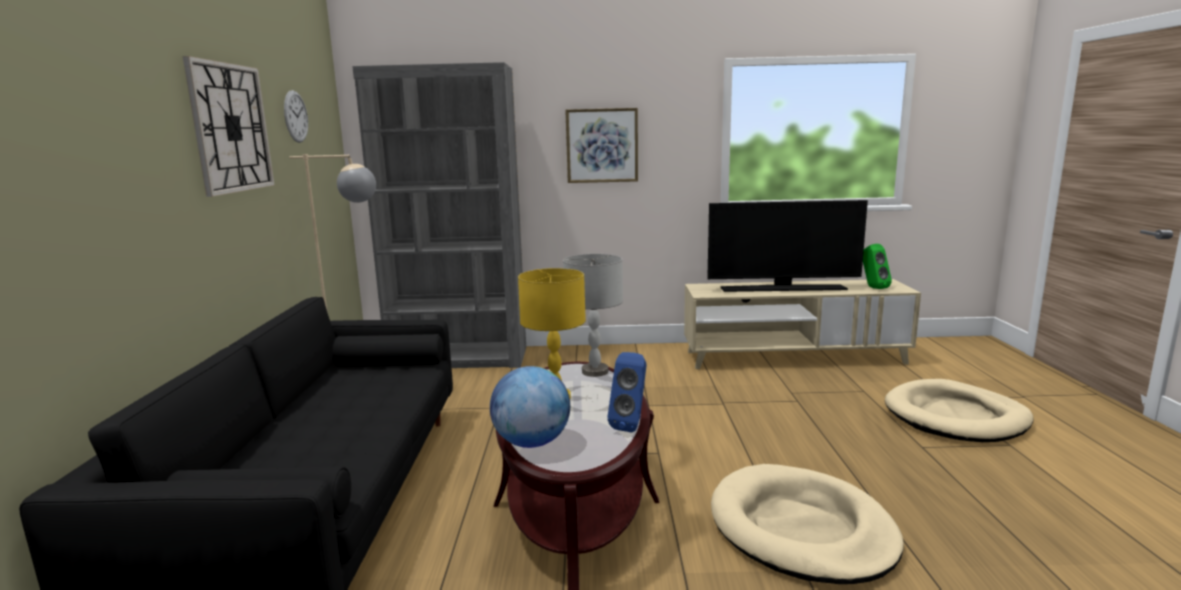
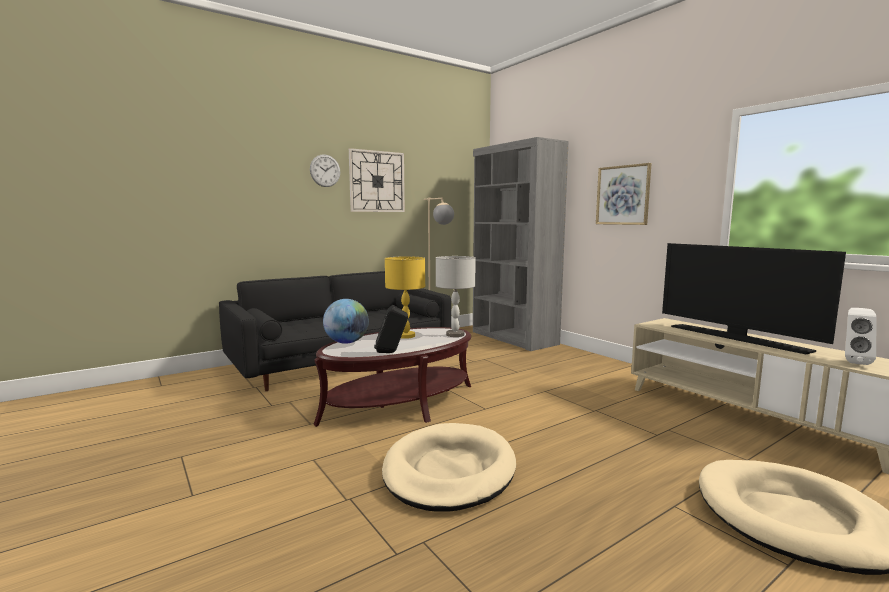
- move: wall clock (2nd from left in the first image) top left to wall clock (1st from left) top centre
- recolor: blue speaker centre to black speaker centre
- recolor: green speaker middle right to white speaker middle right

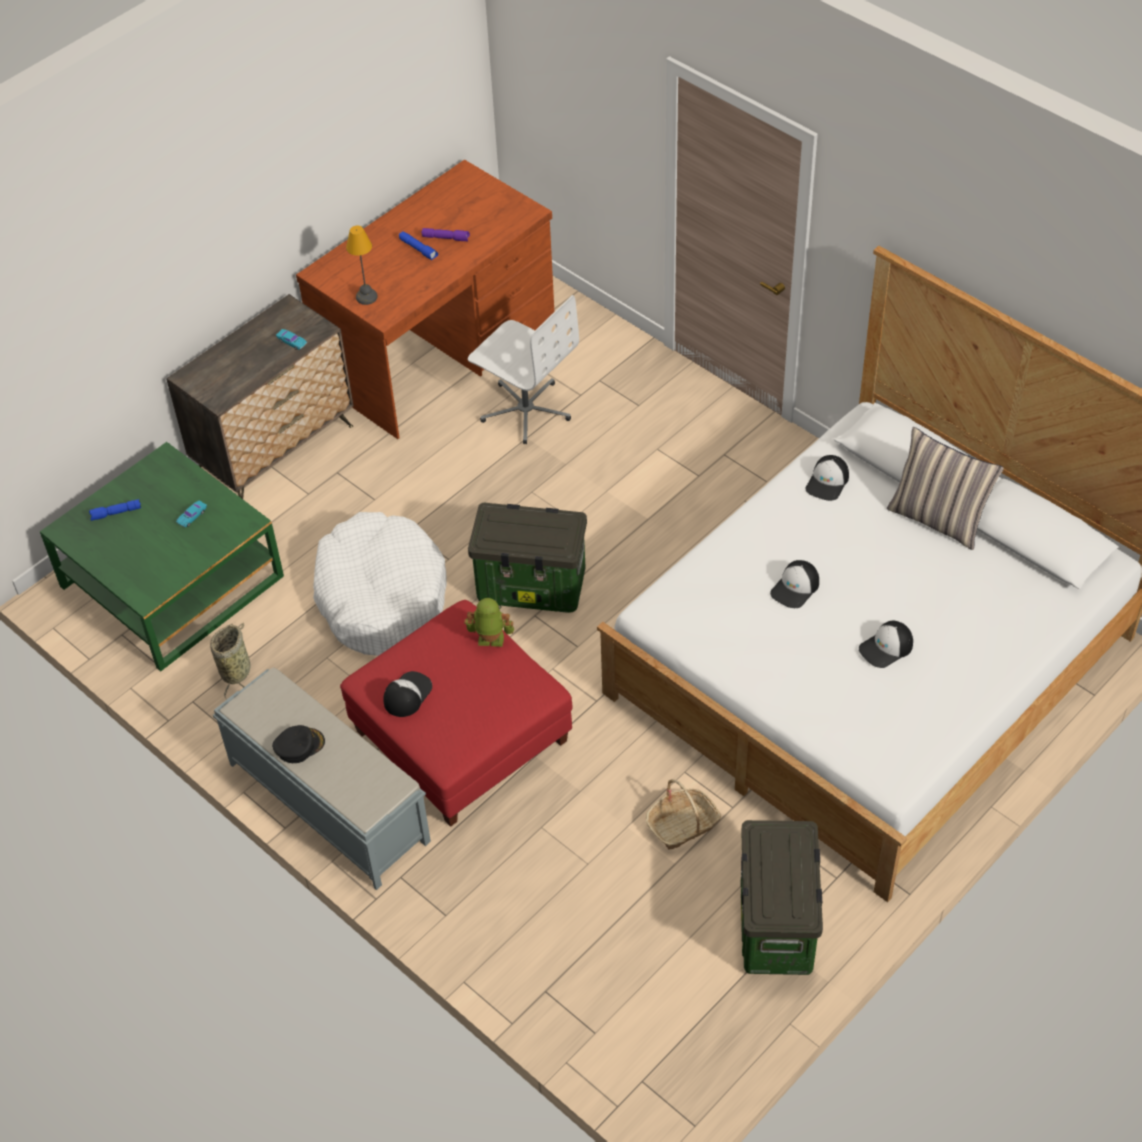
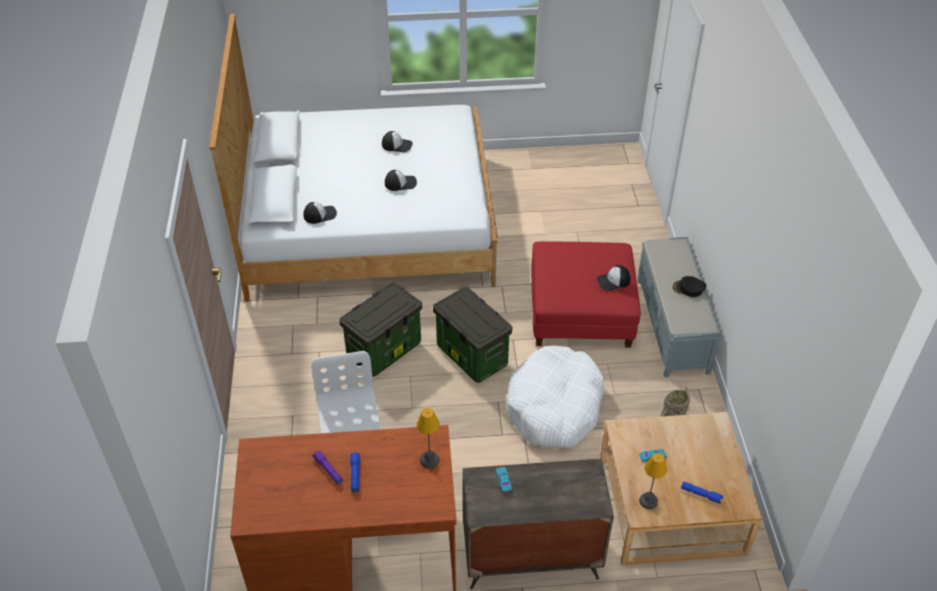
- move: storage box (2nd from left in the first image) bottom right to storage box (1st from left) centre
- recolor: green coffee table middle left to beige coffee table bottom right
- insert: table lamp (2nd from left) bottom right
- delete: toy robot centre
- delete: basket (2nd from left) bottom centre
- delete: pillow middle right

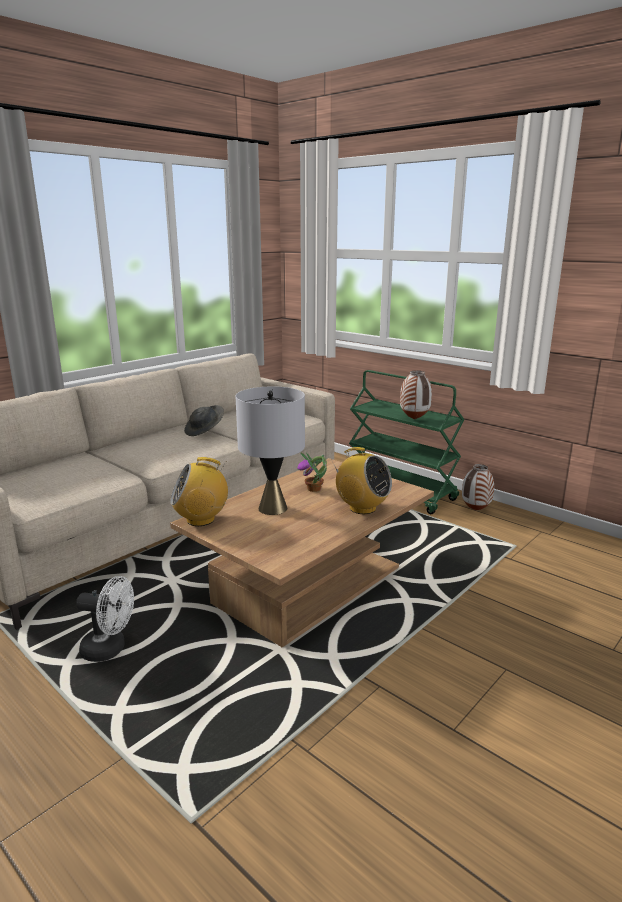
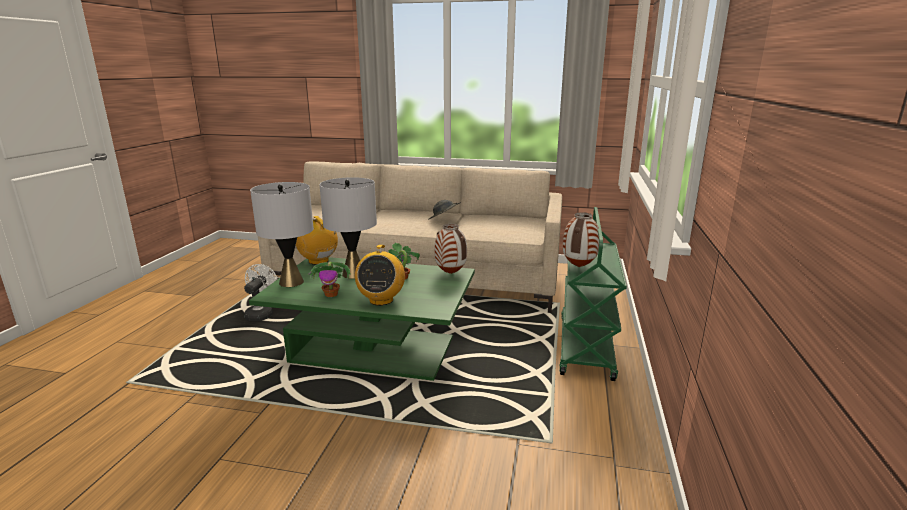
- rotate: white fan bottom left = middle left 150 degrees counterclockwise
- recolor: brown coffee table centre to green coffee table centre
- insert: grey table lamp (1st from left) middle left
- insert: potted plant (1st from left) centre
- move: vase (2nd from left in the first image) middle right to vase (1st from left) centre

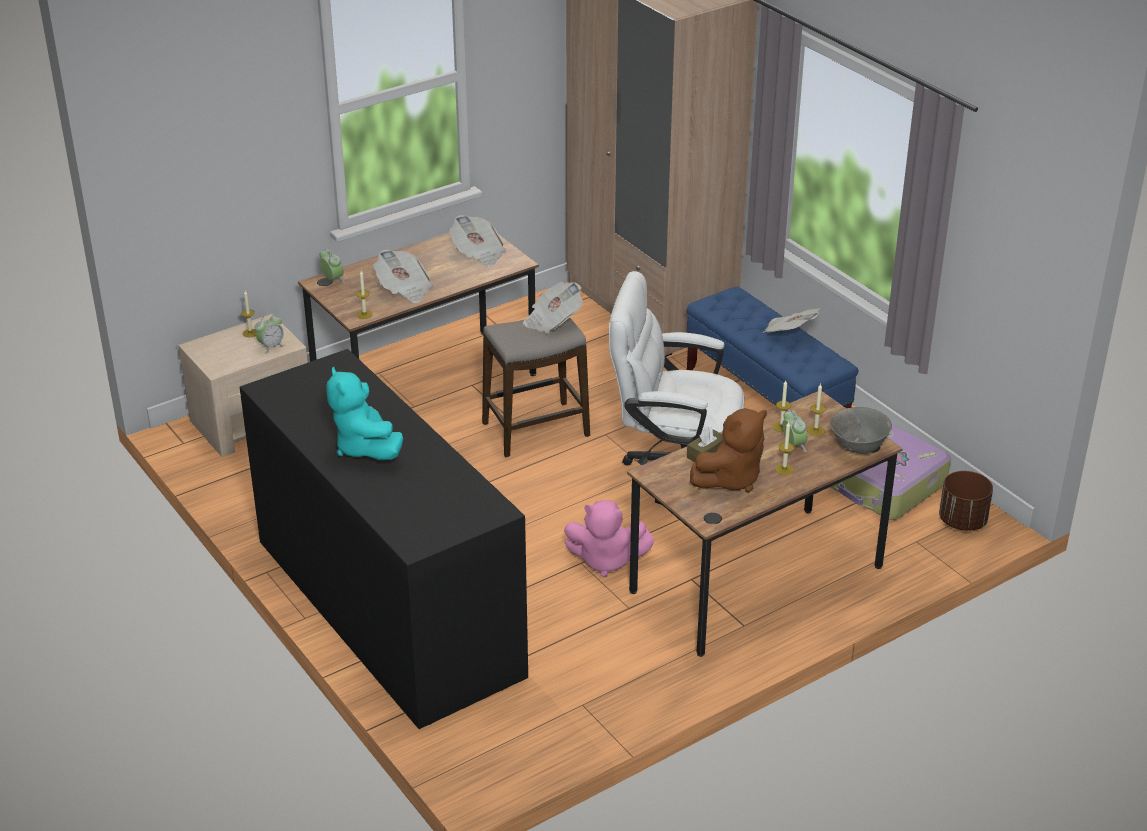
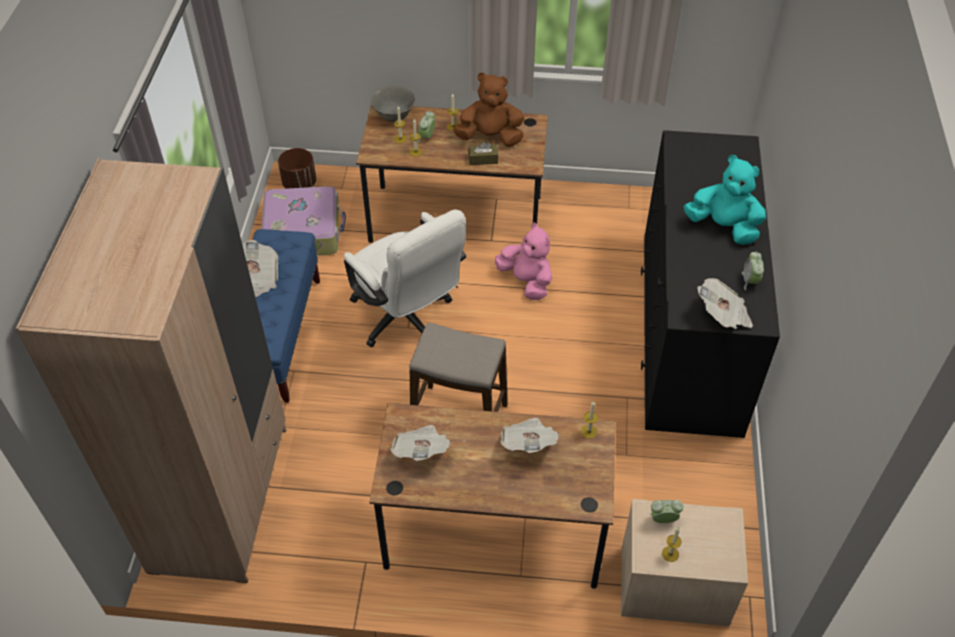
- rotate: turquoise plush toy middle left = top right 75 degrees counterclockwise
- move: newspaper (3rd from left in the first image) centre to newspaper (4th from left) middle right
- move: alarm clock (2nd from left in the first image) top left to alarm clock (3rd from left) middle right

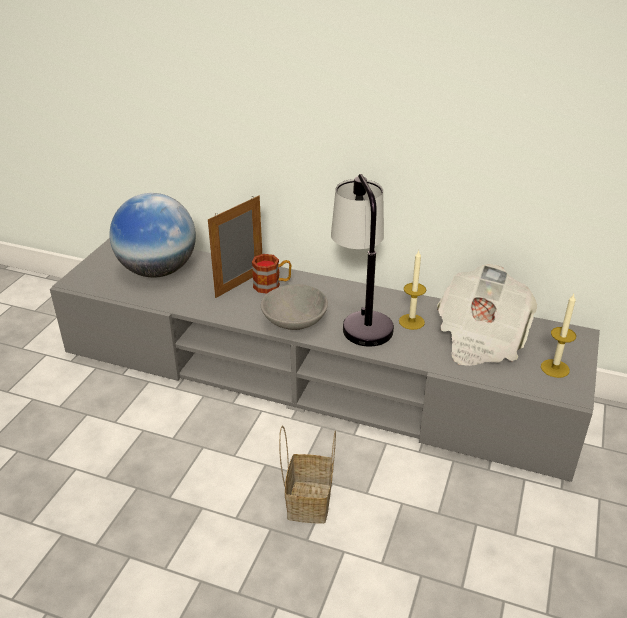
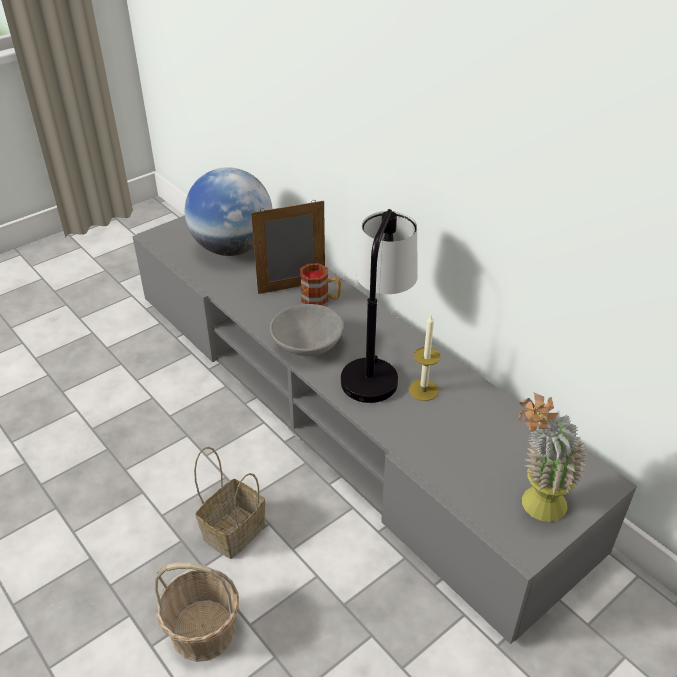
- insert: basket (1st from left) bottom left
- replace: candle (2nd from left) middle right to potted plant bottom right
- delete: newspaper middle right

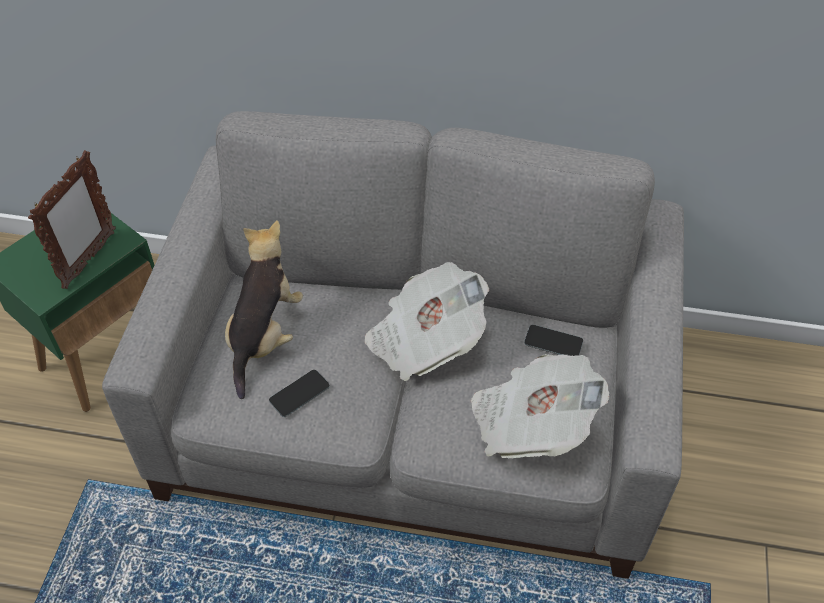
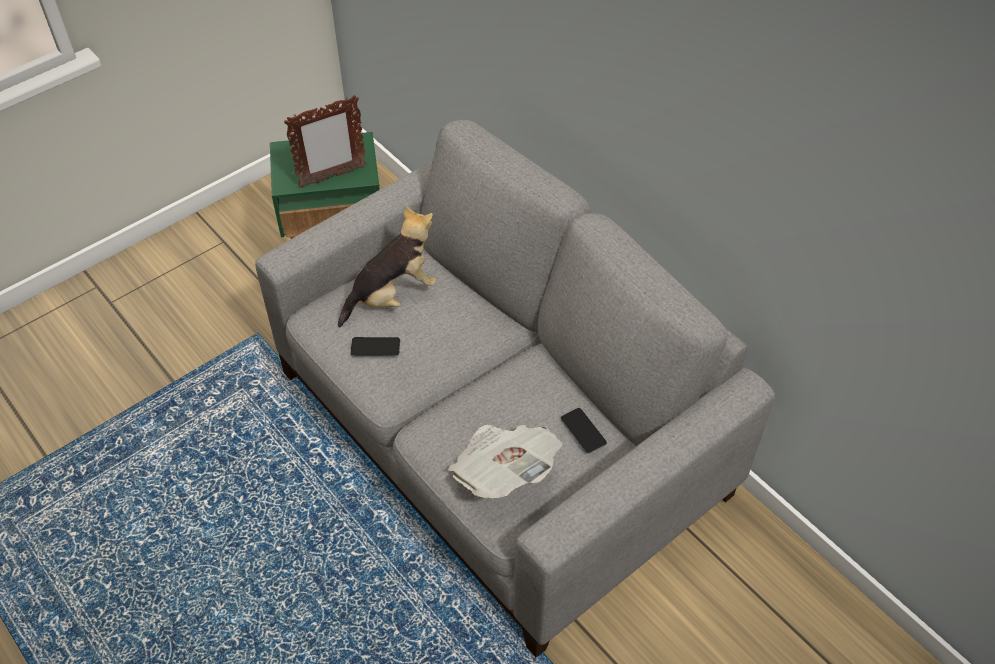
- delete: newspaper (1st from left) centre

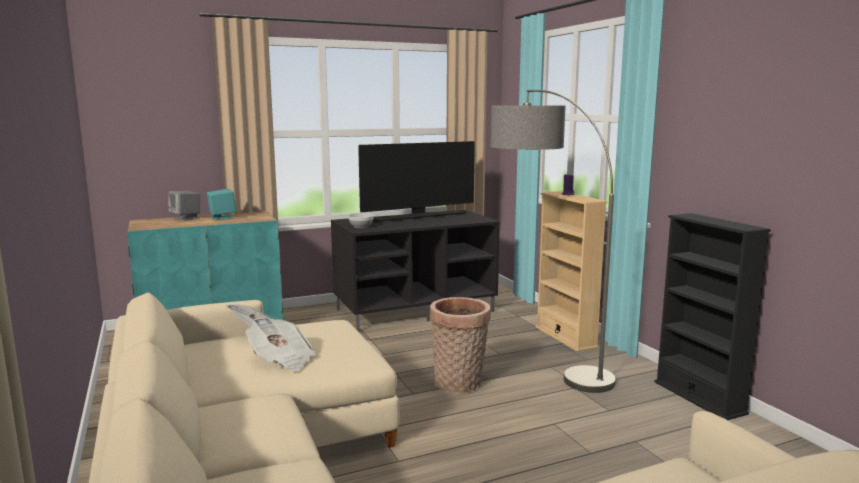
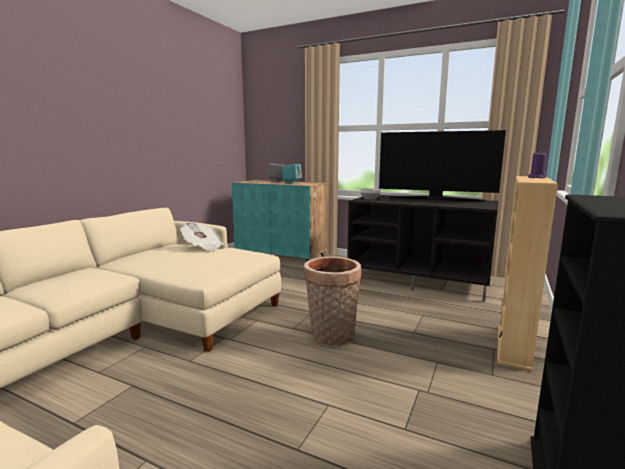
- delete: newspaper (2nd from left) bottom left
- delete: floor lamp centre

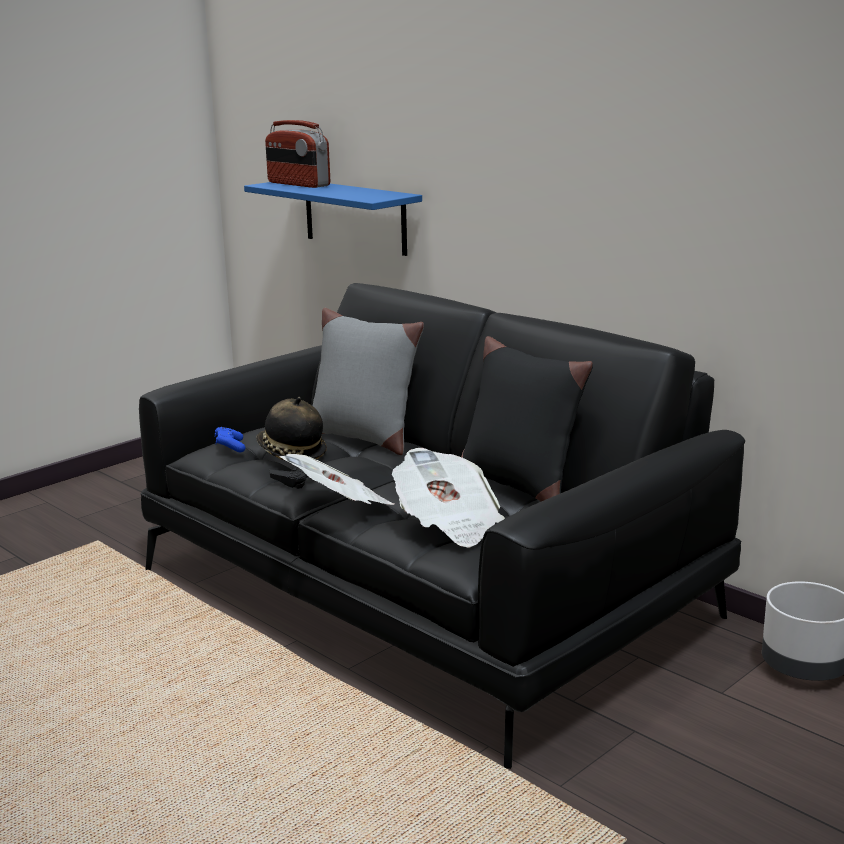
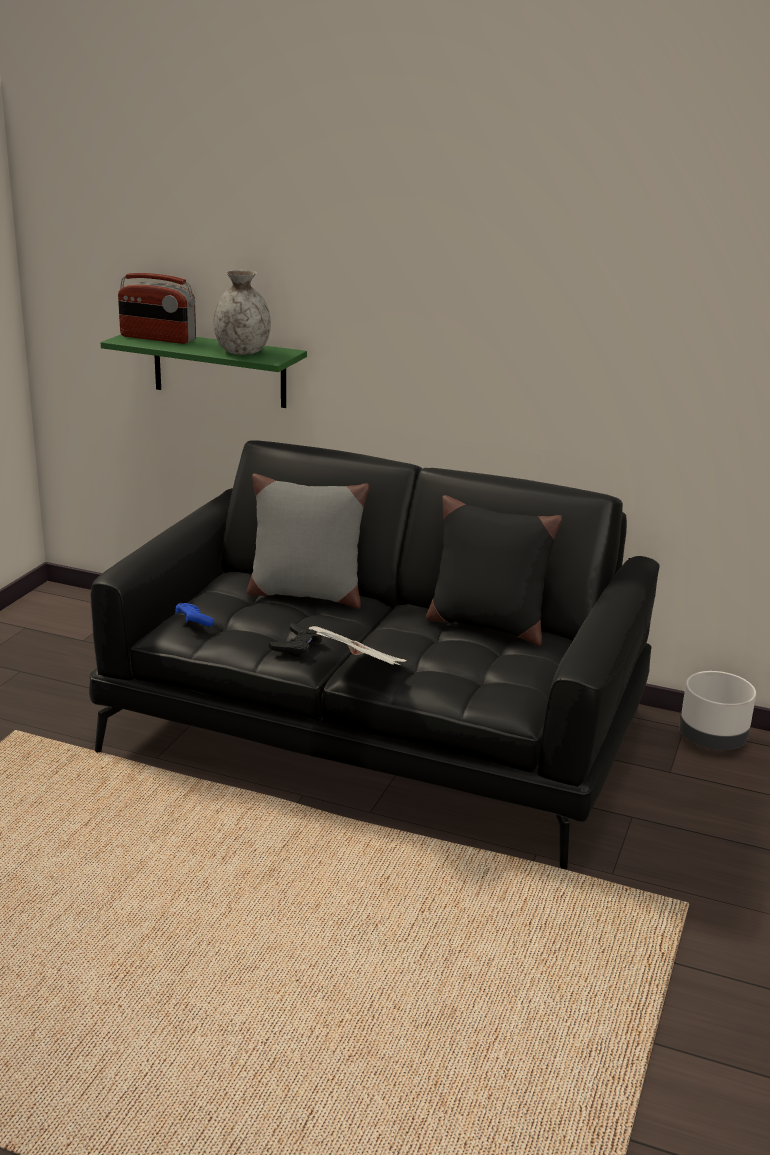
- recolor: blue shelf top centre to green shelf top left
- insert: grey vase top left
- delete: hat centre
- delete: newspaper (2nd from left) centre

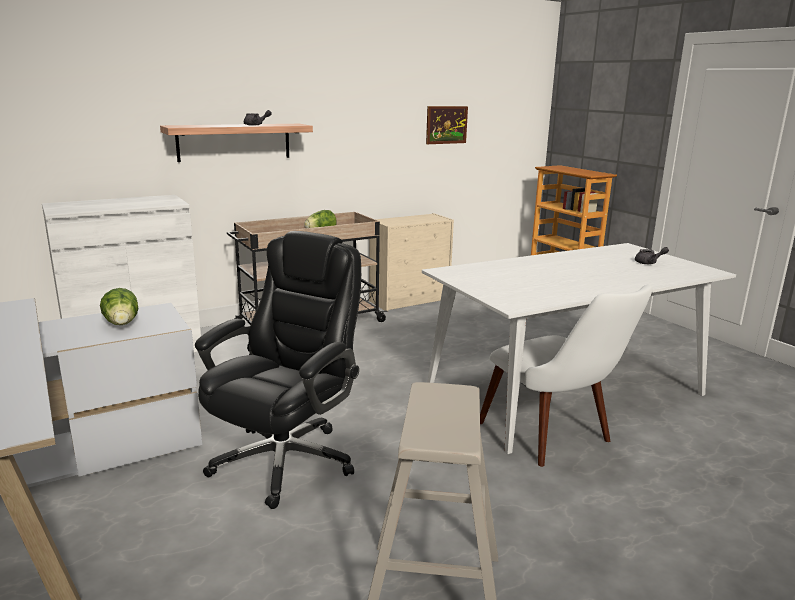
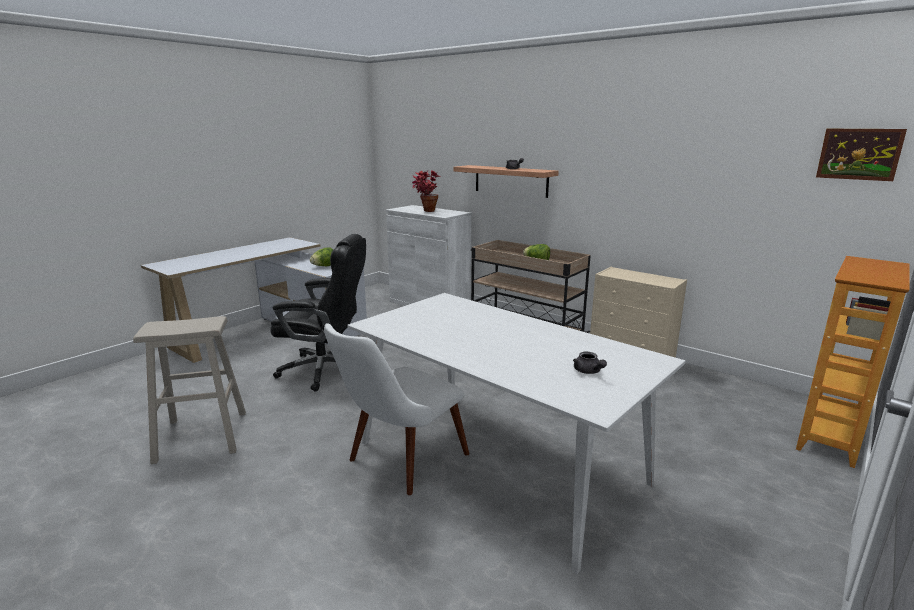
- insert: potted plant top centre
- move: picture top centre to top right

